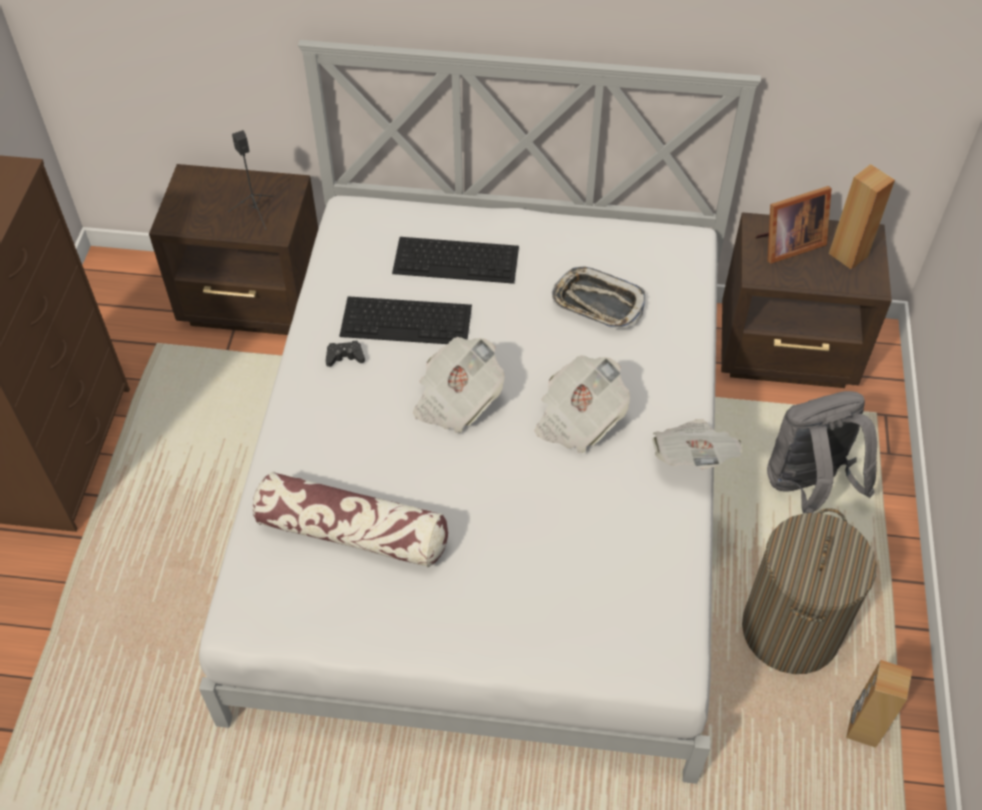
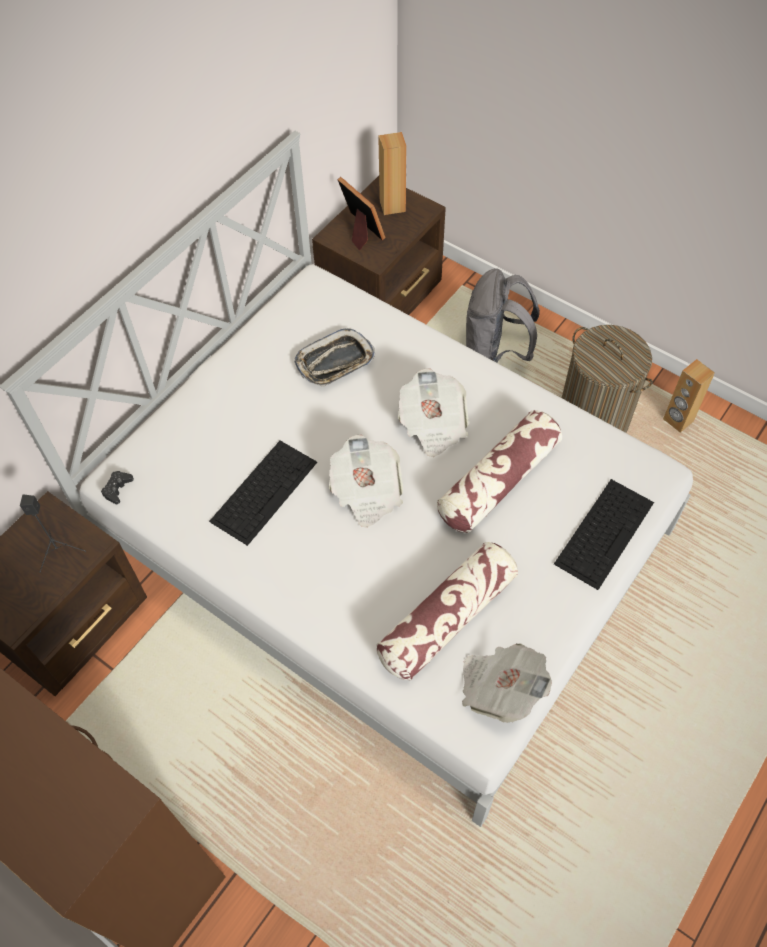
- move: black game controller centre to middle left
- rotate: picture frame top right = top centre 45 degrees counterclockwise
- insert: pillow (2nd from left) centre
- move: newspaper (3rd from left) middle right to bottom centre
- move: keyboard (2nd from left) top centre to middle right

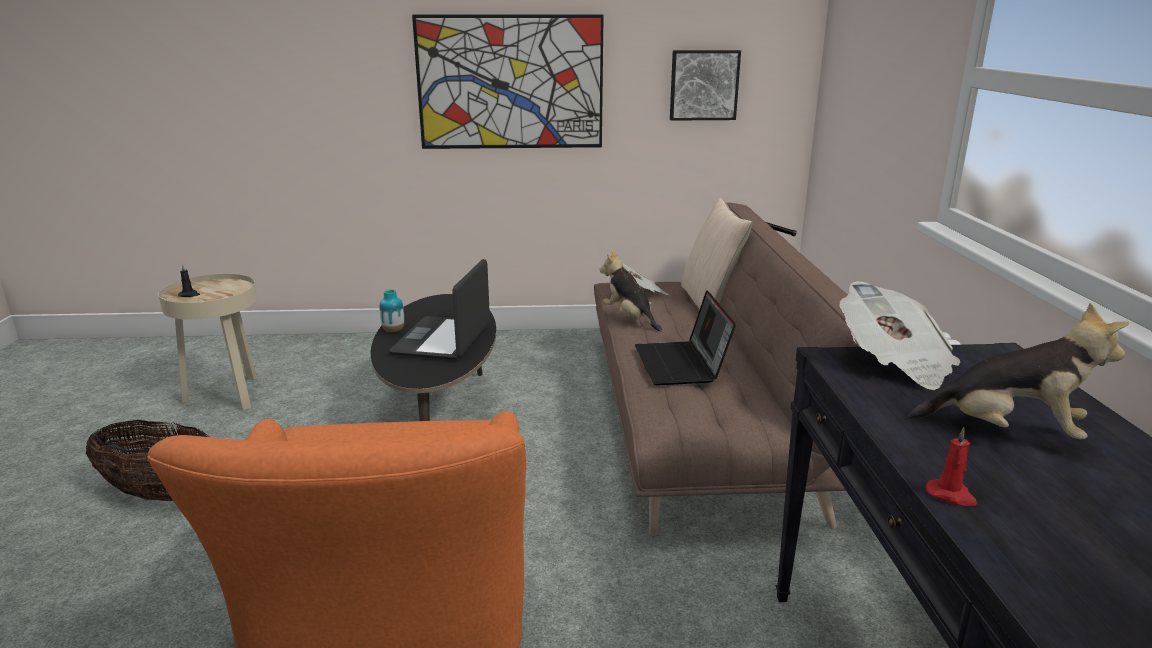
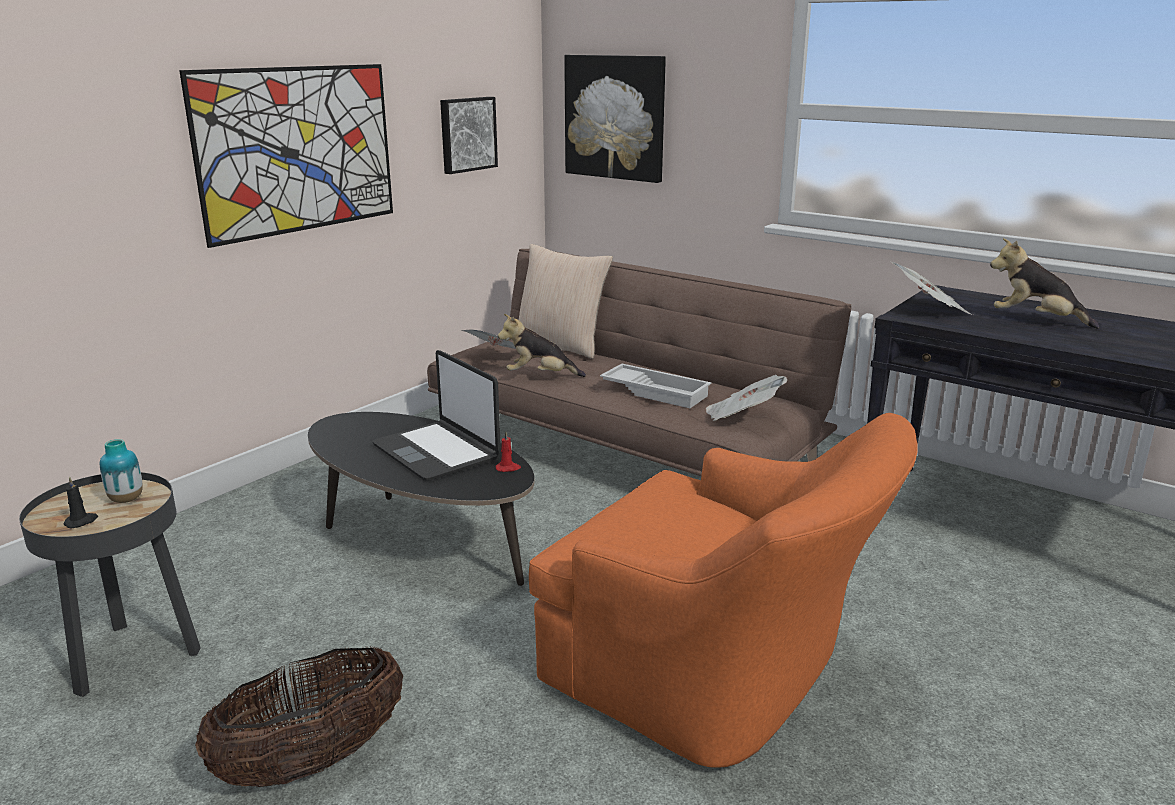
- recolor: beige side table middle left to black side table bottom left
- move: vase centre to middle left
- move: red candle bottom right to centre
- insert: picture (3rd from left) top centre
- replace: laptop (2nd from left) centre to white tray centre
- insert: newspaper (2nd from left) centre
- rotate: plush toy (2nd from left) middle right = middle right 120 degrees counterclockwise

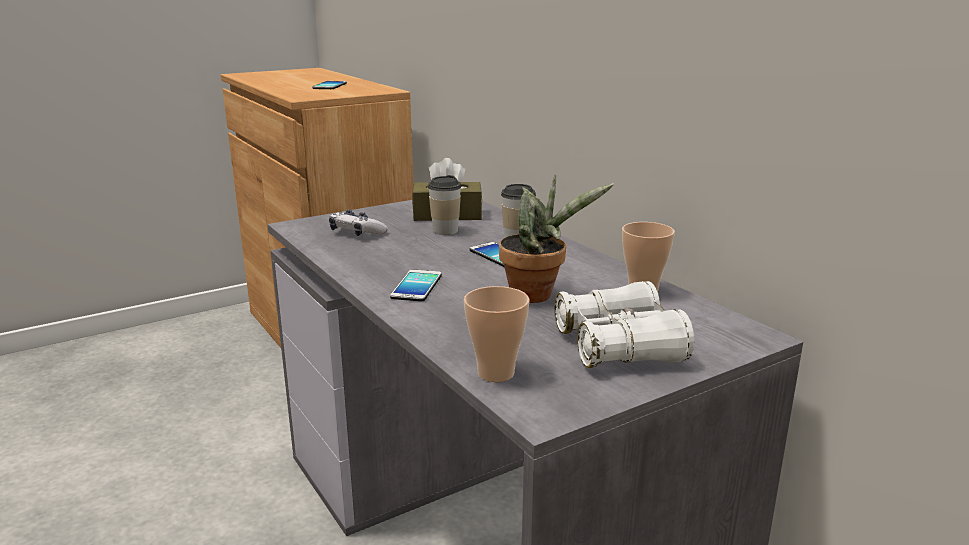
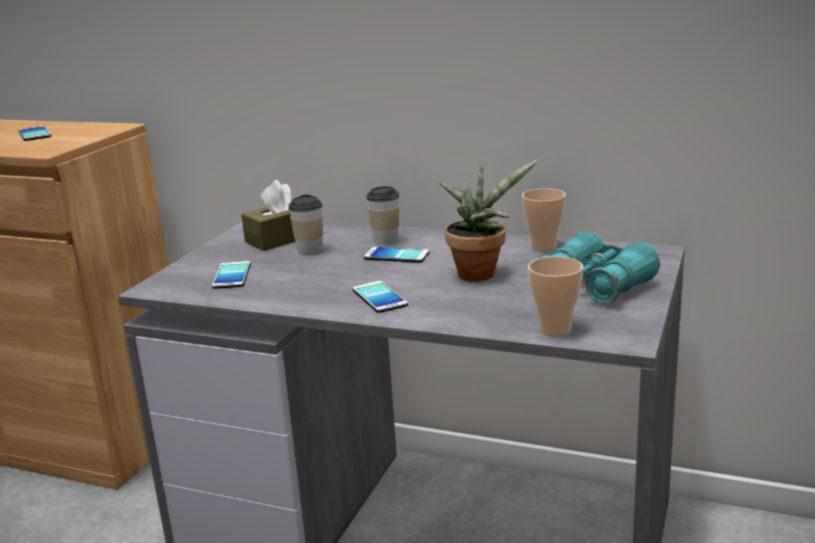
- replace: game controller centre to phone (2nd from left) middle left
- recolor: white binoculars centre to turquoise binoculars middle right

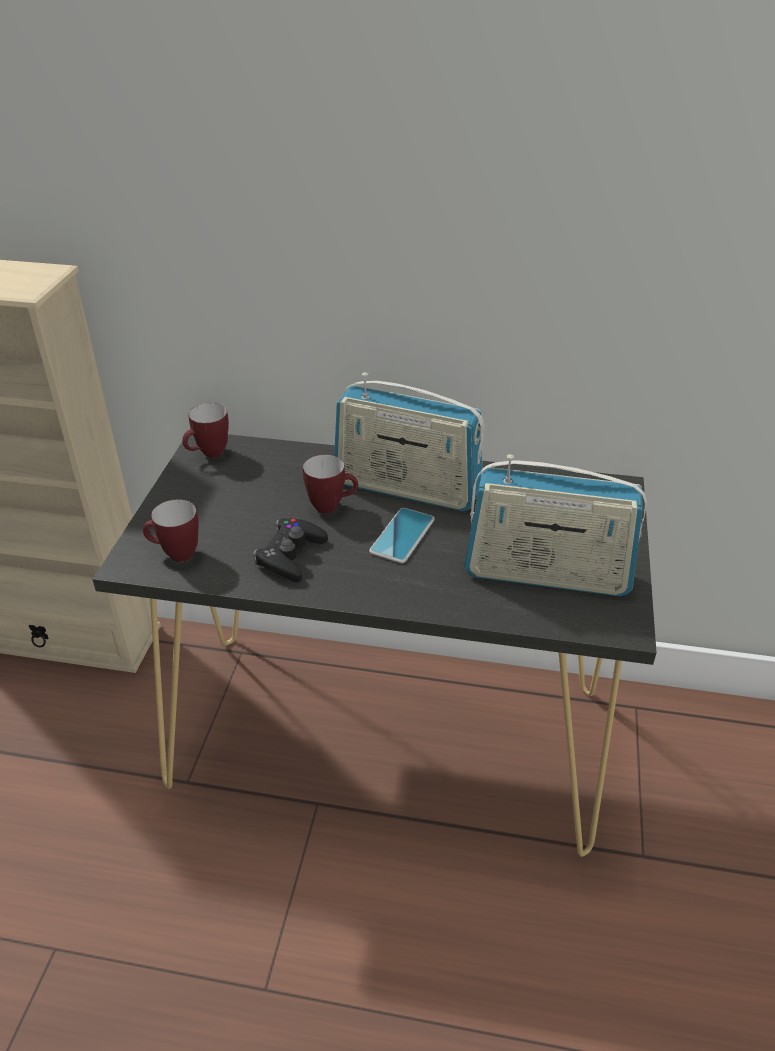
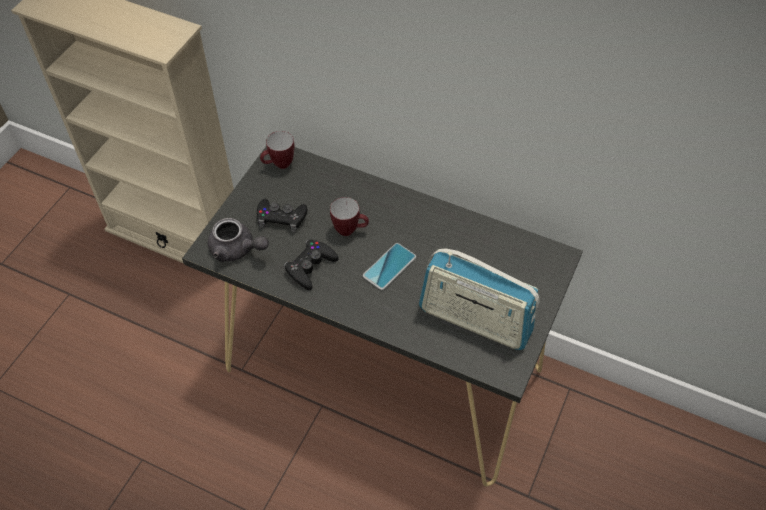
- replace: mug (1st from left) middle left to grey teapot middle left
- insert: black game controller (1st from left) centre
- delete: radio (1st from left) centre

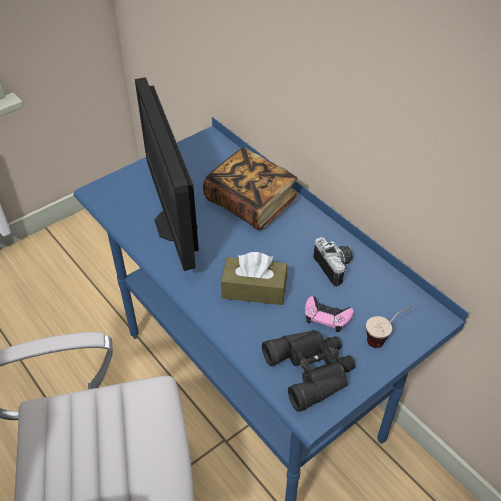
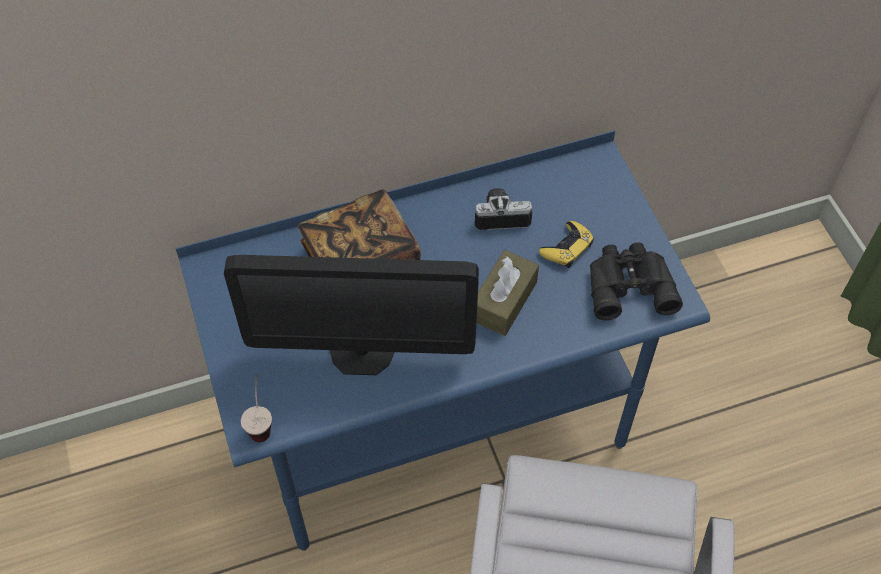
- move: cup middle right to bottom left
- recolor: pink game controller centre to yellow game controller centre

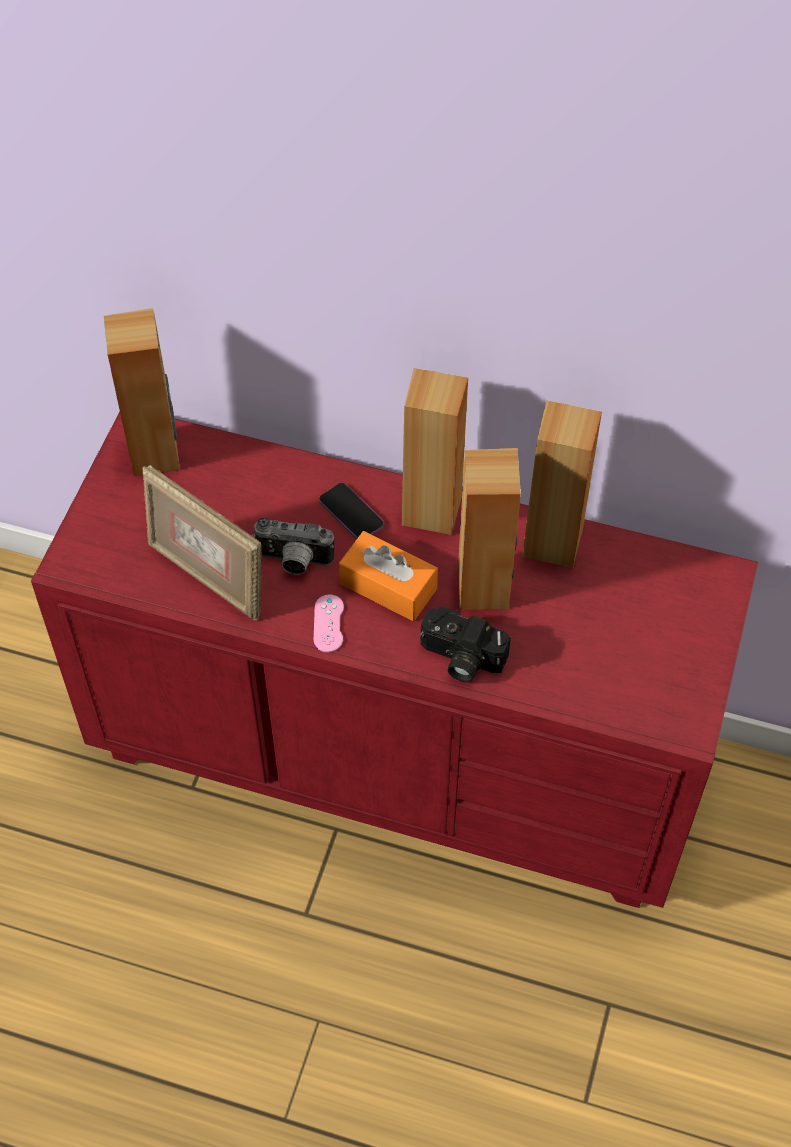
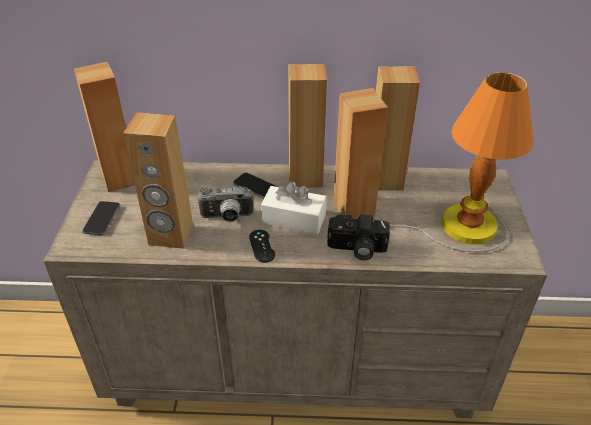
- recolor: red dresser centre to beige dresser bottom centre
- insert: phone (1st from left) middle left
- replace: picture frame middle left to brown speaker (2nd from left) middle left
- recolor: pink game controller centre to black game controller centre
- recolor: orange tissue box centre to white tissue box centre
- insert: table lamp middle right

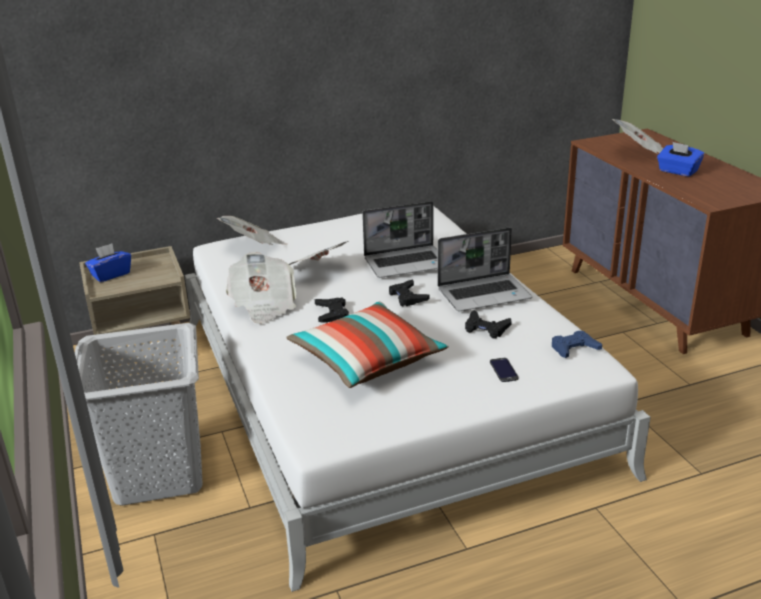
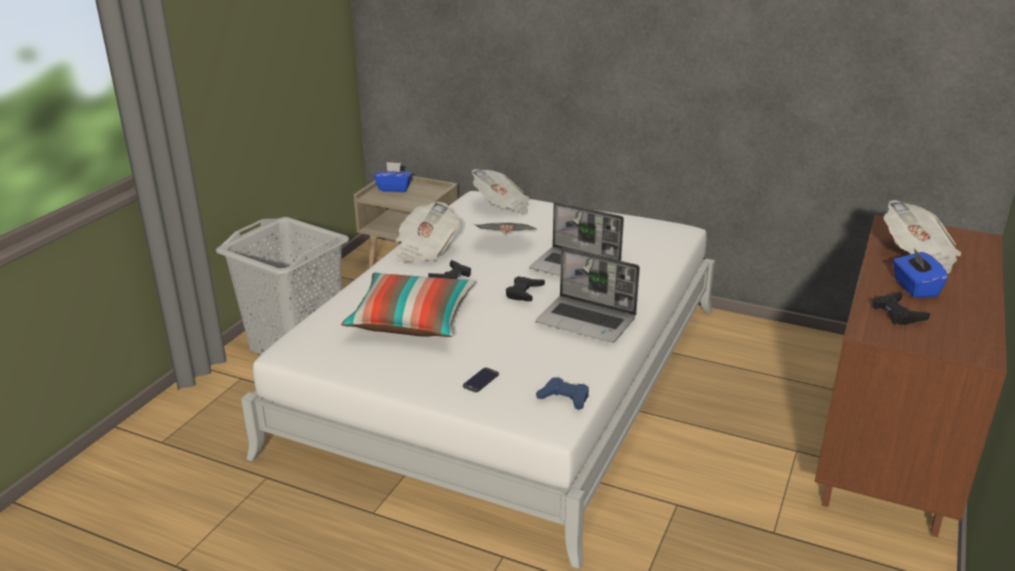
- move: black game controller (3rd from left) centre to middle right

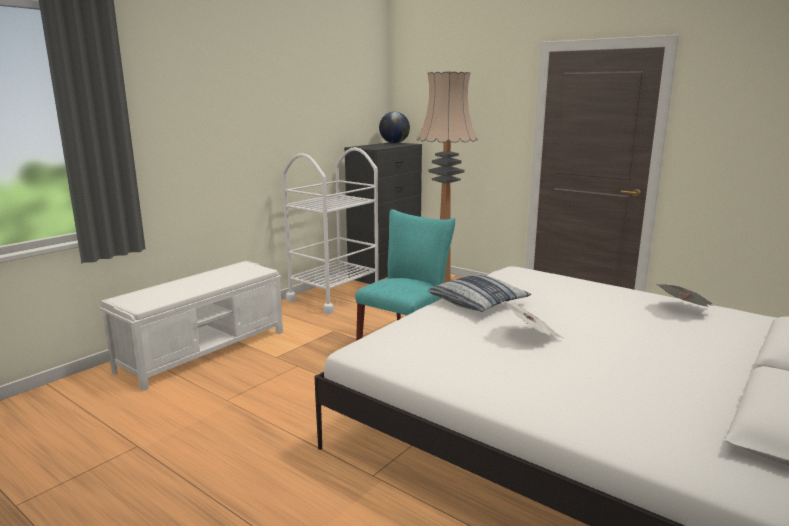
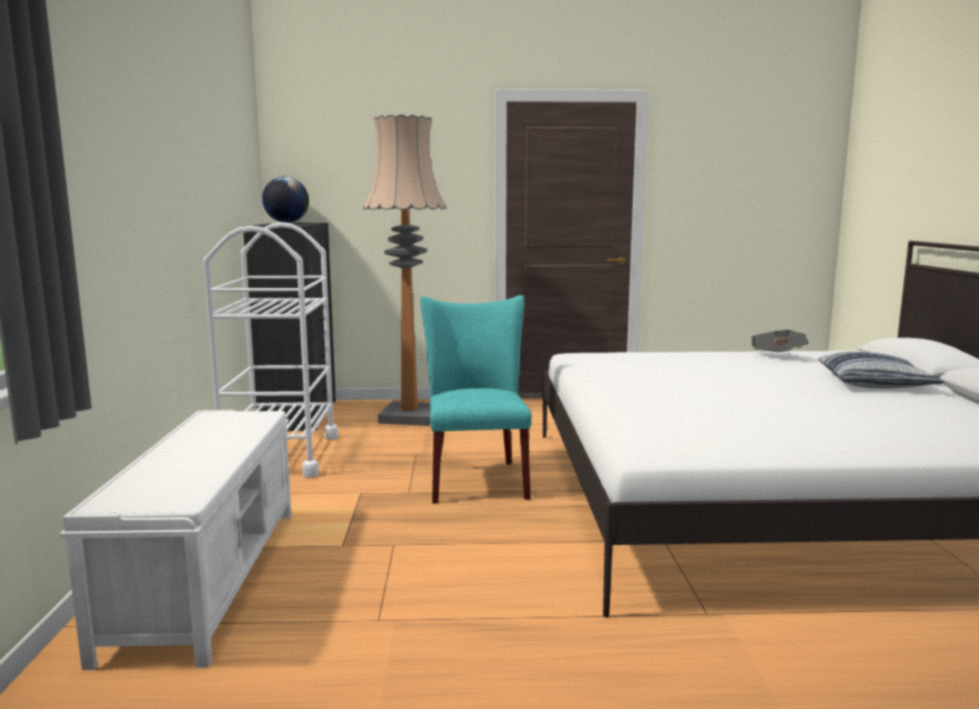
- move: pillow centre to middle right
- delete: newspaper (1st from left) middle right

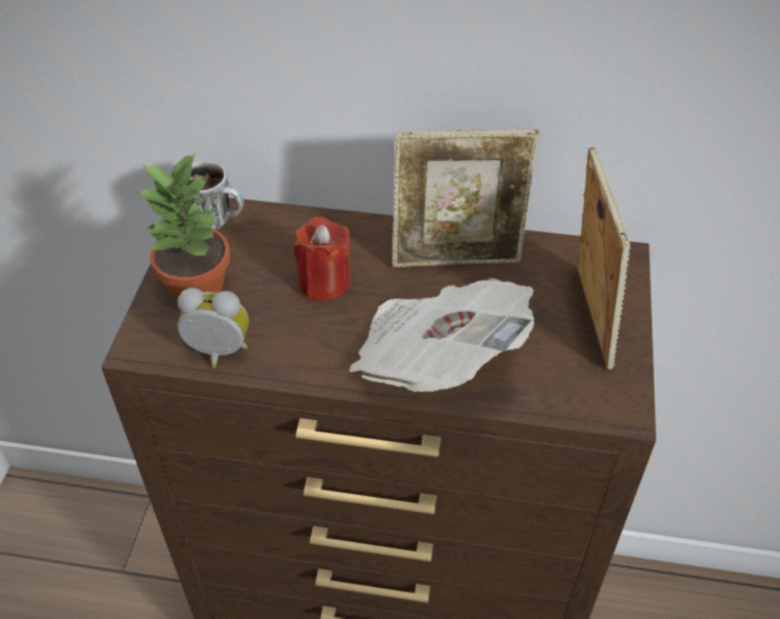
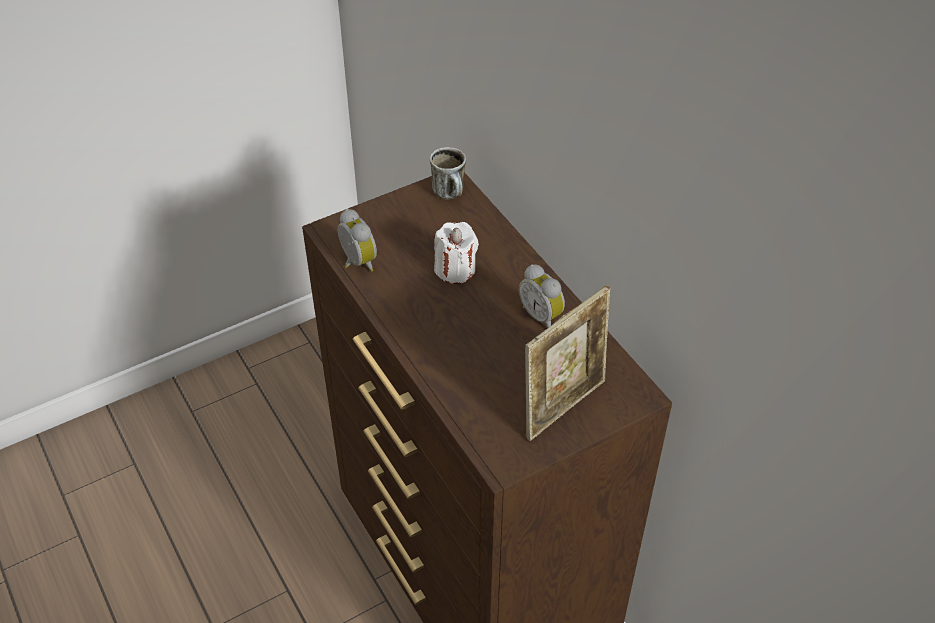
- recolor: red candle centre to white candle centre
- replace: picture frame (1st from left) top centre to alarm clock (2nd from left) centre
- delete: potted plant middle left
- delete: newspaper centre

